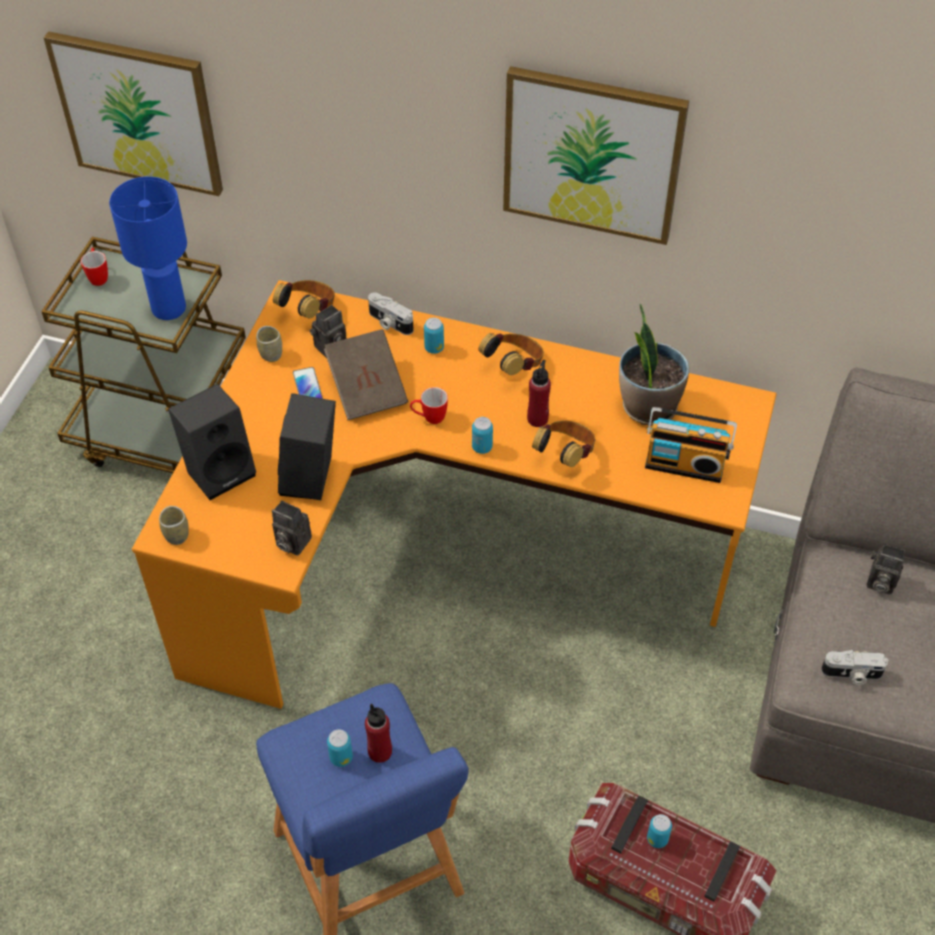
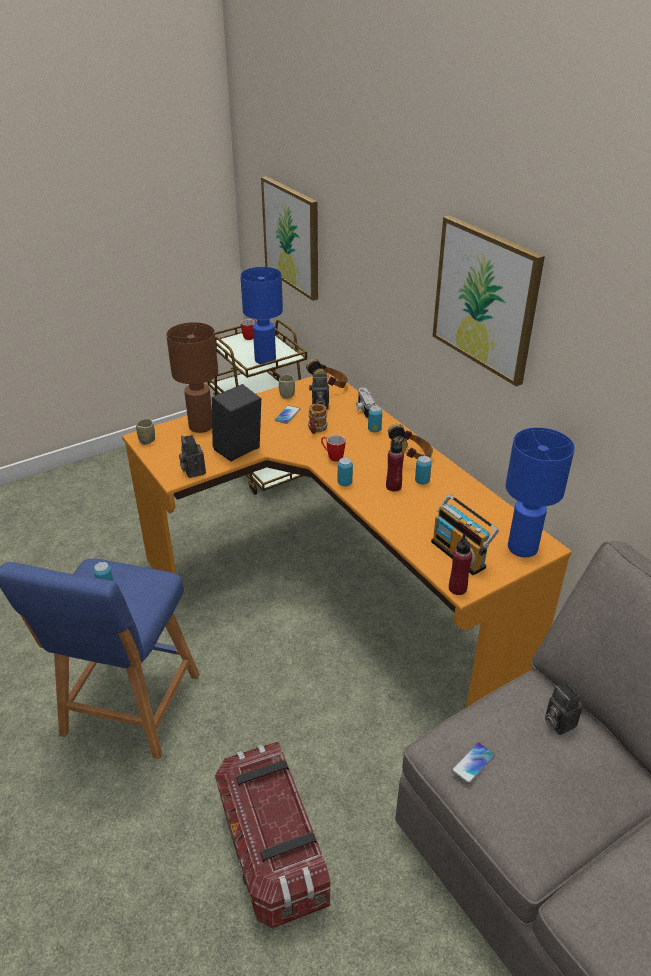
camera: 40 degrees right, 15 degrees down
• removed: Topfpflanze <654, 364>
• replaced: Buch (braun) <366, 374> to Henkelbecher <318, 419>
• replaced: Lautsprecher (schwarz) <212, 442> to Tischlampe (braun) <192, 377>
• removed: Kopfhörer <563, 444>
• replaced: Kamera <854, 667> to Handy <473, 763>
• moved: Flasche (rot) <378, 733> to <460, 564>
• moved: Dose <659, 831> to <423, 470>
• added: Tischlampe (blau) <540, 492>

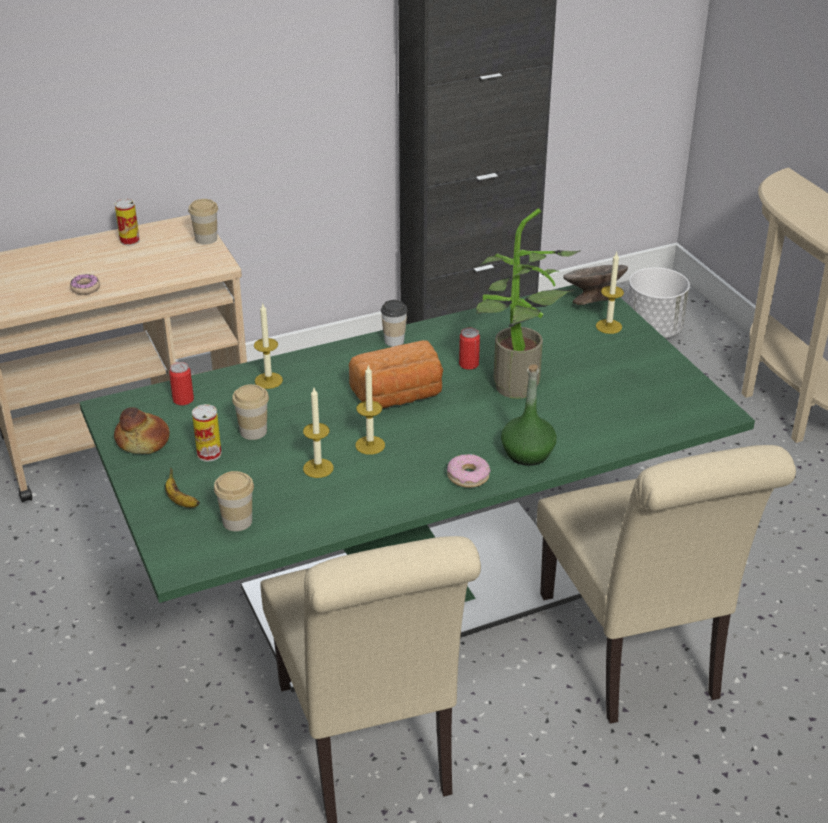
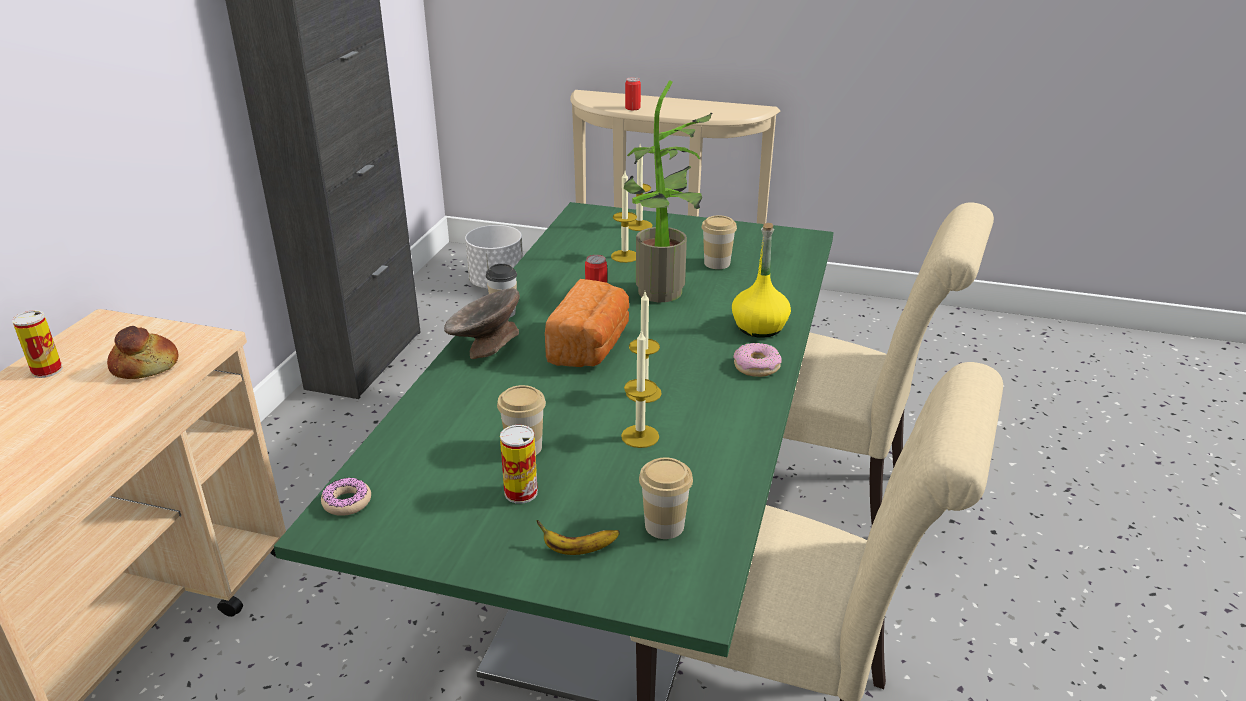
camera: 50 degrees left, 5 degrees down
• moved: Tasse <203, 221> to <719, 242>
• moved: Schüssel (grau) <595, 285> to <482, 323>
• moved: Donut <85, 284> to <346, 496>
• moved: Kerze <268, 346> to <624, 217>
• moved: Dose <181, 383> to <633, 93>
• recoloured: Flasche (grün) <529, 415> to Flasche (gelb) <761, 280>
• moved: Brot <142, 430> to <142, 352>

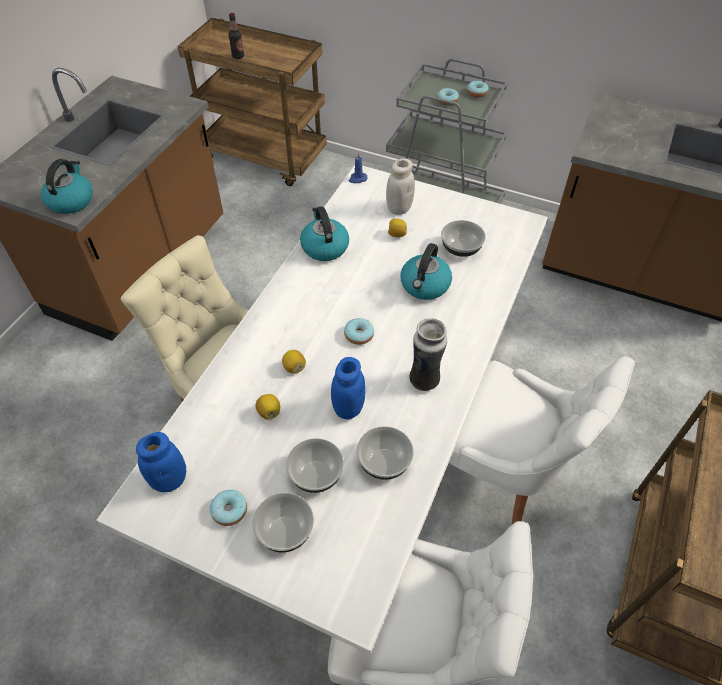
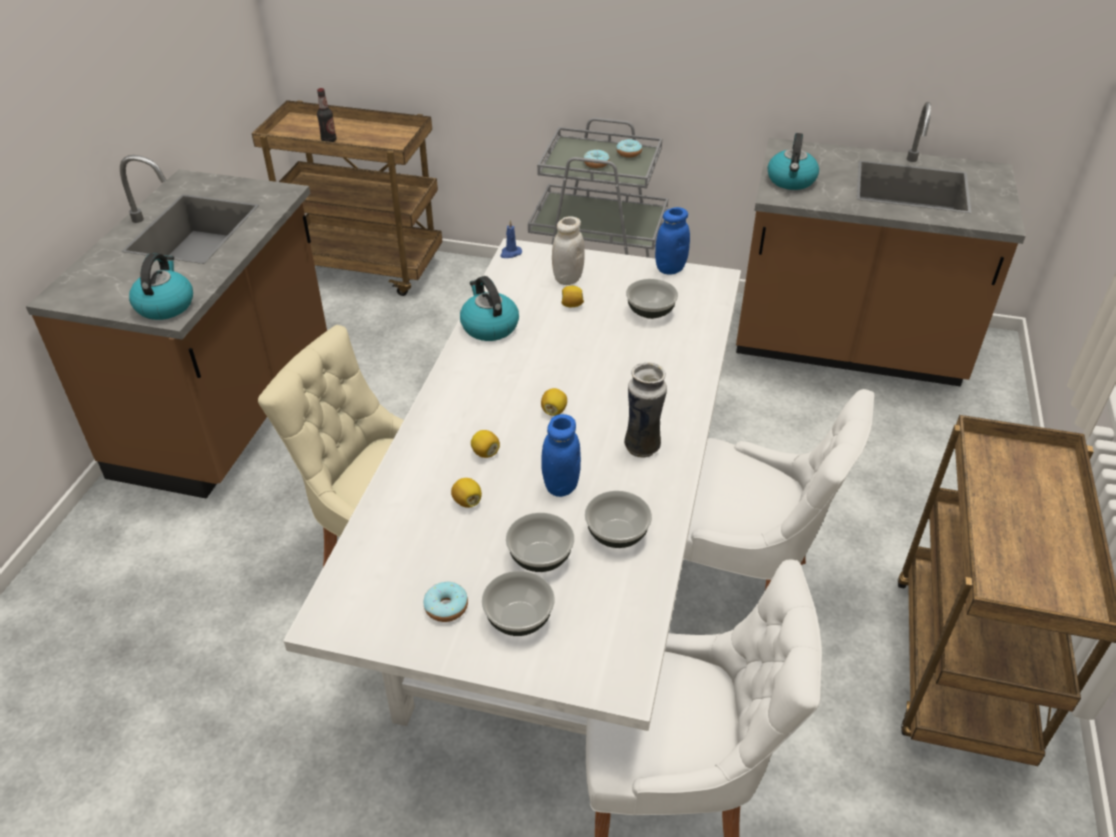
camera: 10 degrees left, 10 degrees down
• moved: Wasserkessel <426, 271> to <793, 161>
• replaced: Donut <359, 331> to Zitrone <554, 402>
• moved: Vorratsglas (blau) <161, 462> to <672, 241>

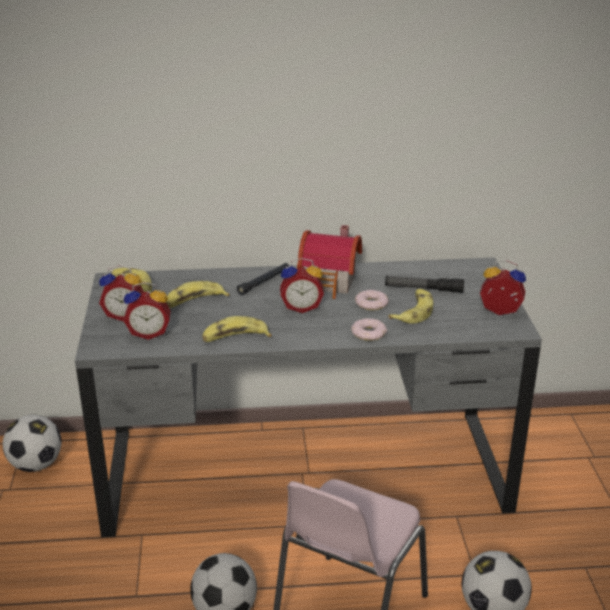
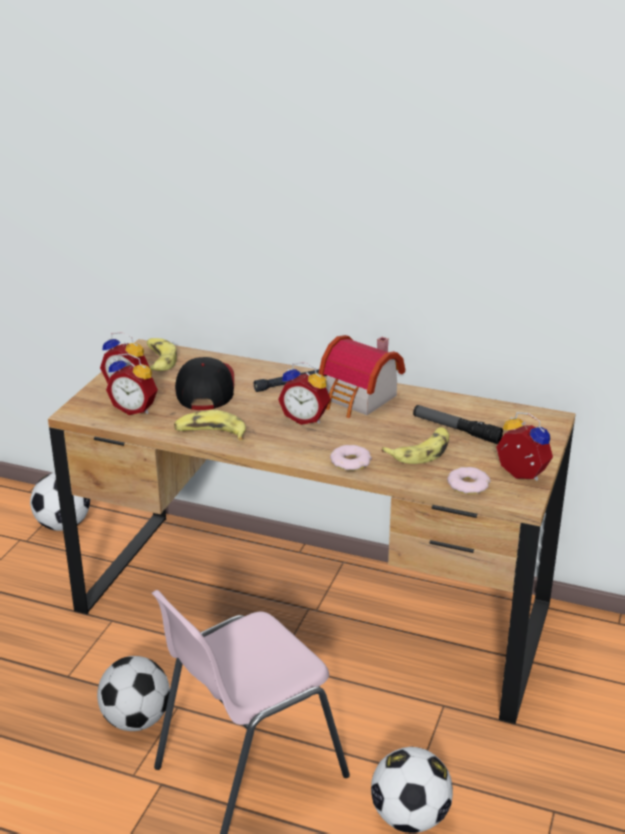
camera: 25 degrees right, 0 degrees up
• recoloured: Schreibtisch (grau) <308, 397> to Schreibtisch (braun) <312, 531>
• replaced: Banane <198, 294> to Kappe <204, 383>
• moved: Donut <372, 300> to <469, 480>

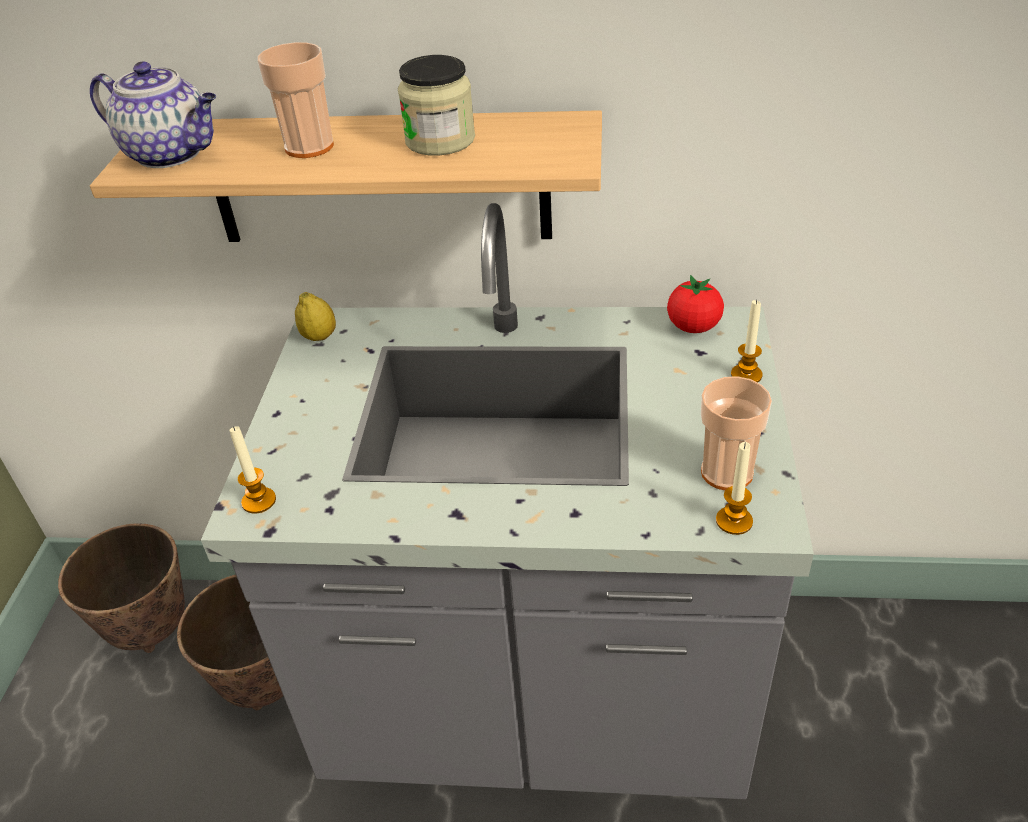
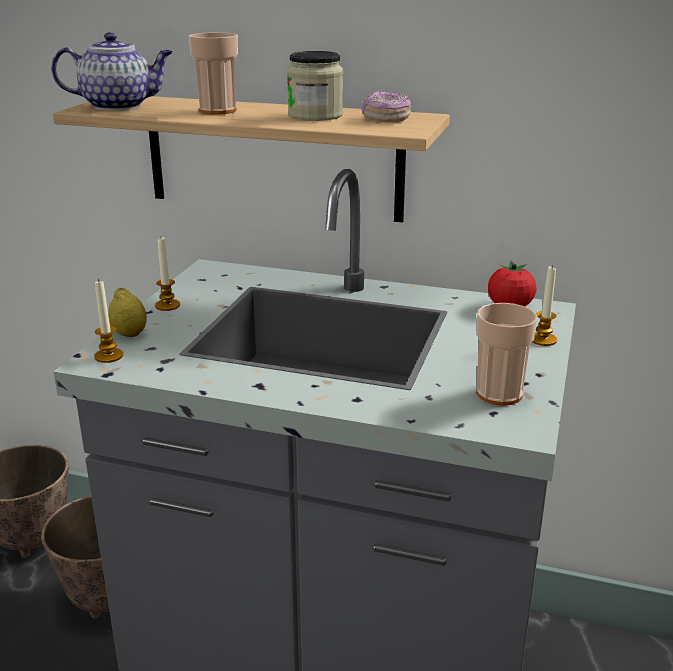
camera: 10 degrees right, 15 degrees down
• turned: Teekanne <153, 115> = <112, 71> 45 degrees counterclockwise
• moved: Zitrone <315, 316> to <128, 312>
• moved: Kerze <734, 488> to <167, 274>
• added: Donut <386, 106>

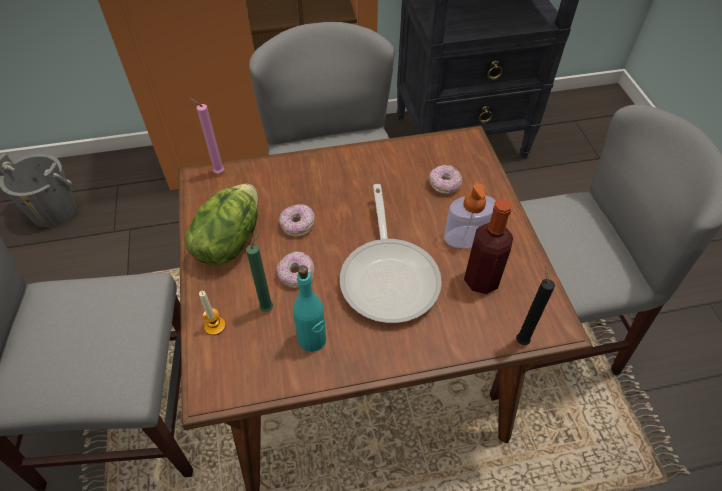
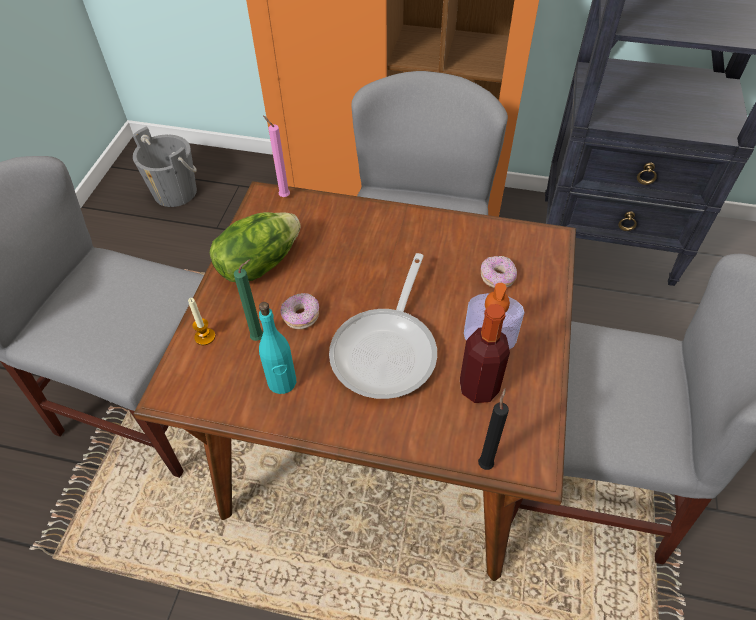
camera: 25 degrees right, 0 degrees up
• removed: Donut <297, 220>

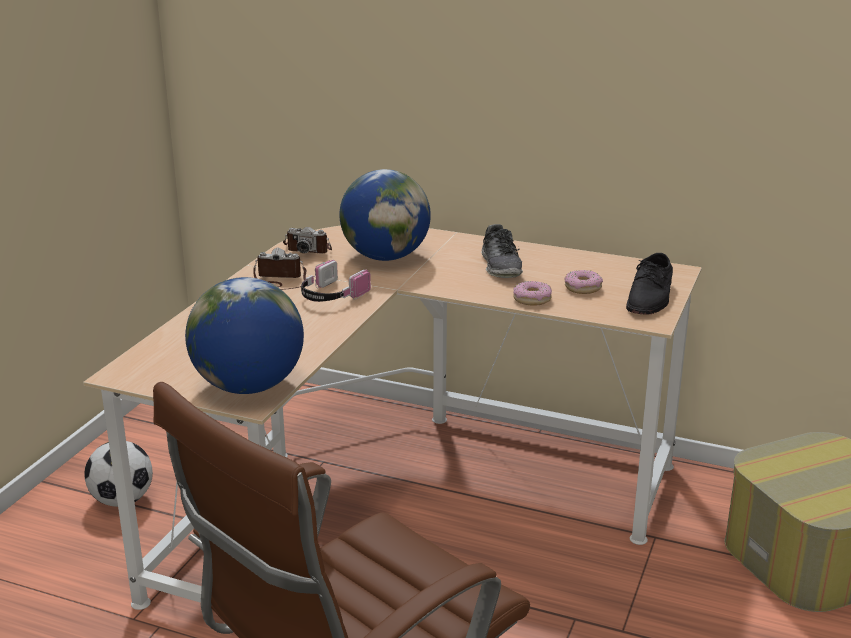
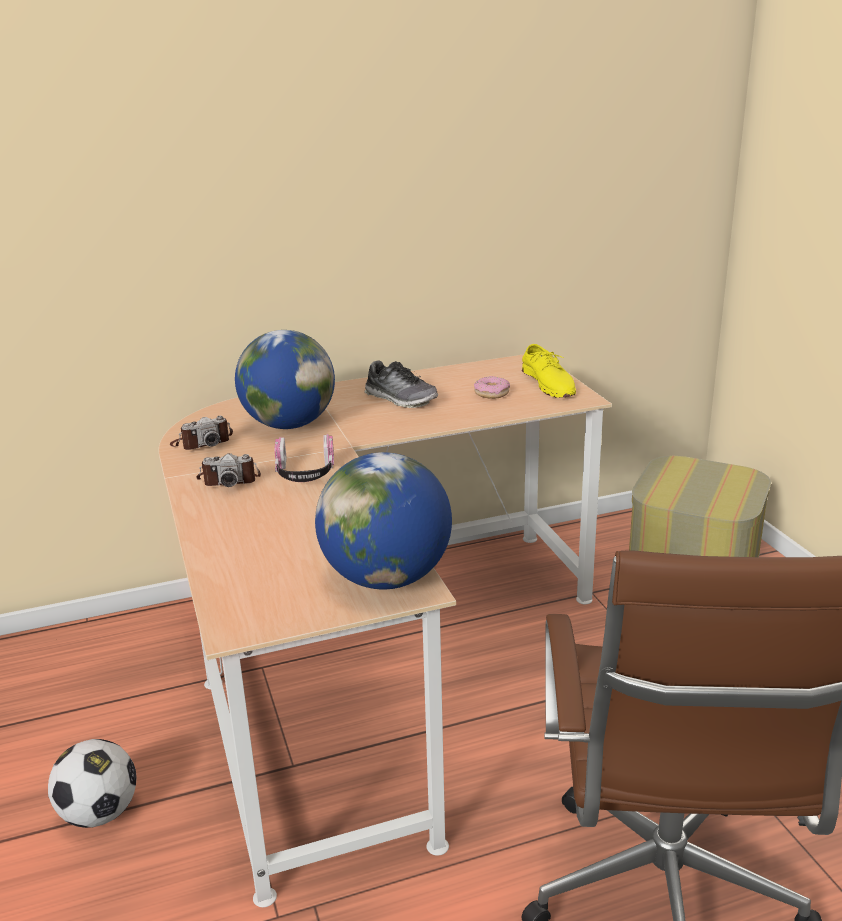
camera: 40 degrees left, 0 degrees up
• turned: Kamera <279, 268> = <228, 470> 150 degrees counterclockwise
• recoloured: Schuh (schwarz) <649, 284> to Schuh (gelb) <549, 371>
• removed: Donut <532, 293>

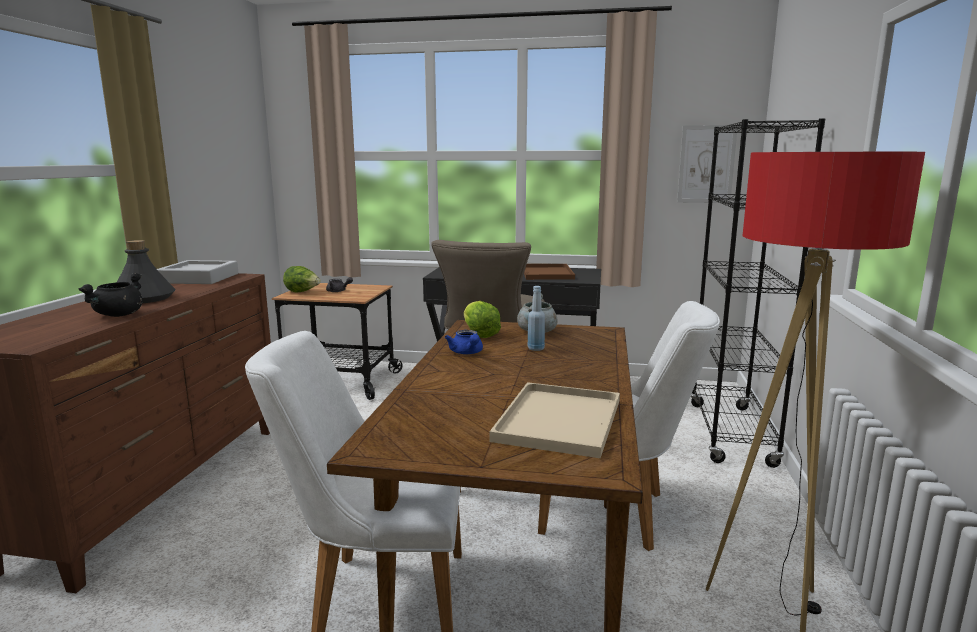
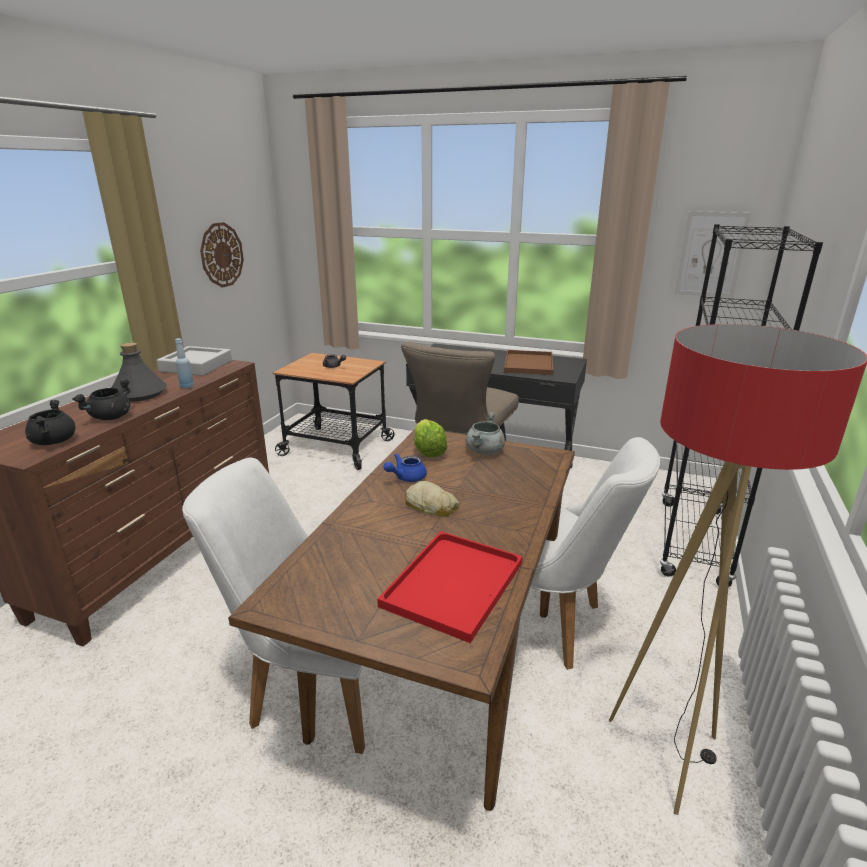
camera: 10 degrees right, 10 degrees up
• removed: Salatkopf <302, 279>
• moved: Flasche (blau) <536, 318> to <184, 363>
• turned: Teekanne (blau) <464, 342> = <405, 467> 60 degrees clockwise
• recoloured: Tablett (beige) <555, 420> to Tablett (rot) <450, 587>
• added: Wanduhr <222, 255>
• added: Kochtopf (schwarz) <50, 422>
• added: Brot <432, 498>

